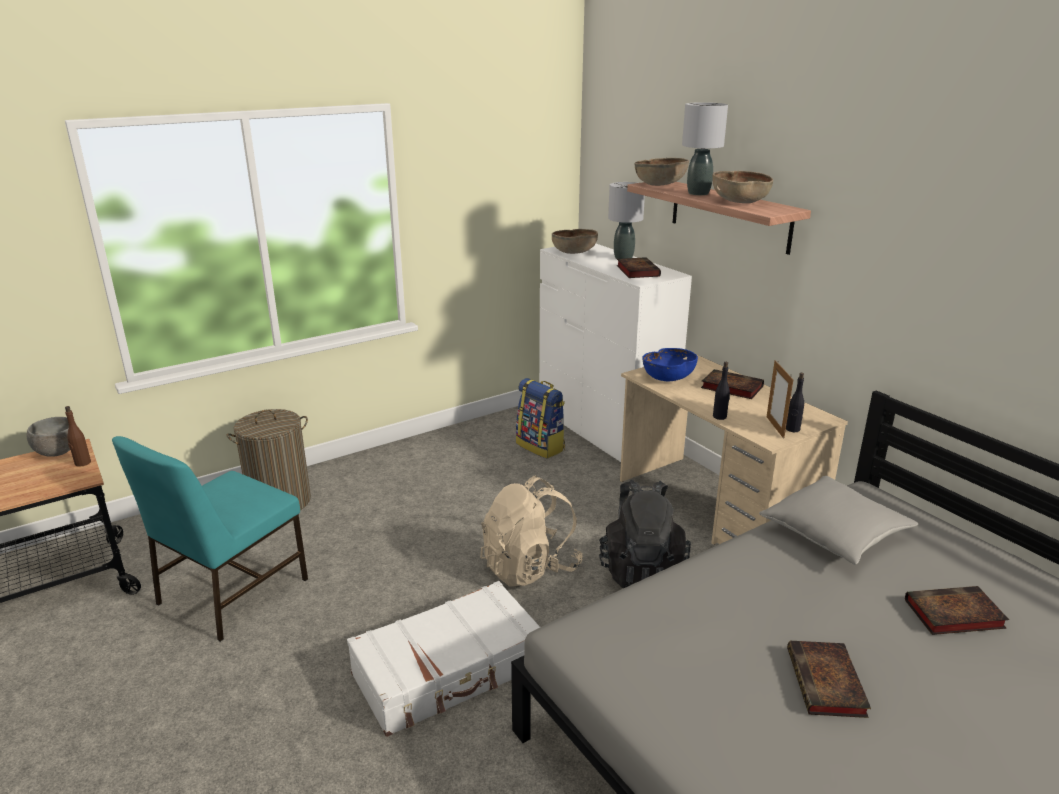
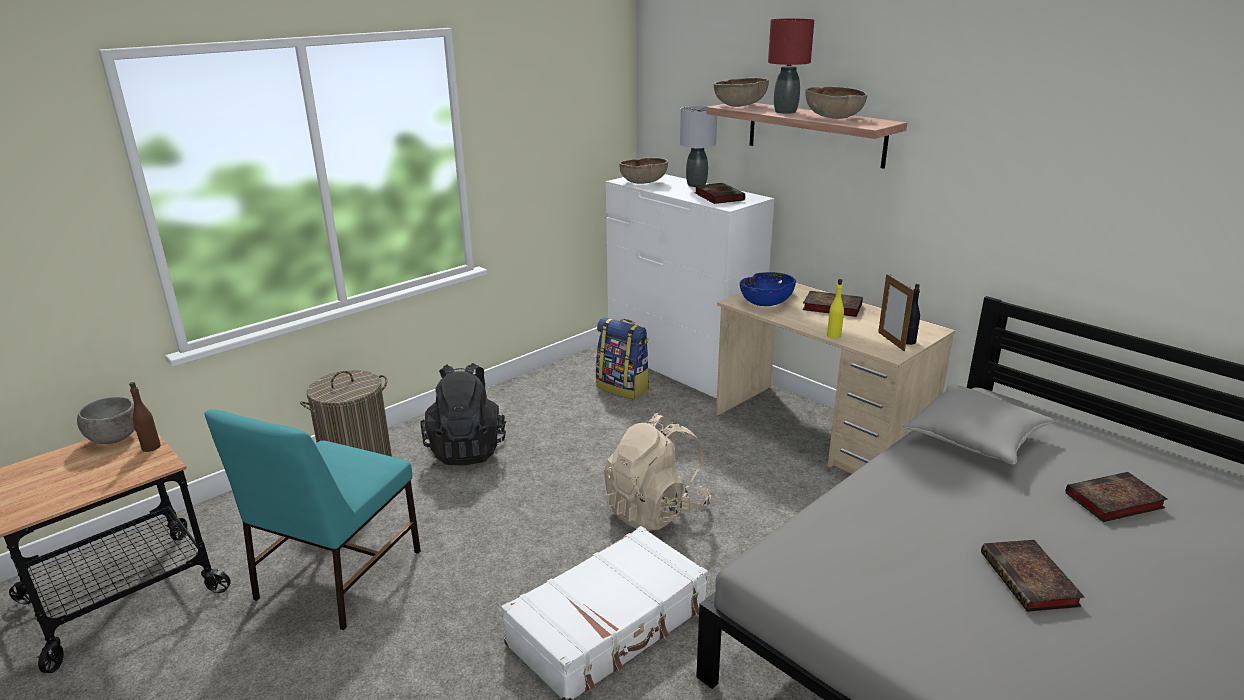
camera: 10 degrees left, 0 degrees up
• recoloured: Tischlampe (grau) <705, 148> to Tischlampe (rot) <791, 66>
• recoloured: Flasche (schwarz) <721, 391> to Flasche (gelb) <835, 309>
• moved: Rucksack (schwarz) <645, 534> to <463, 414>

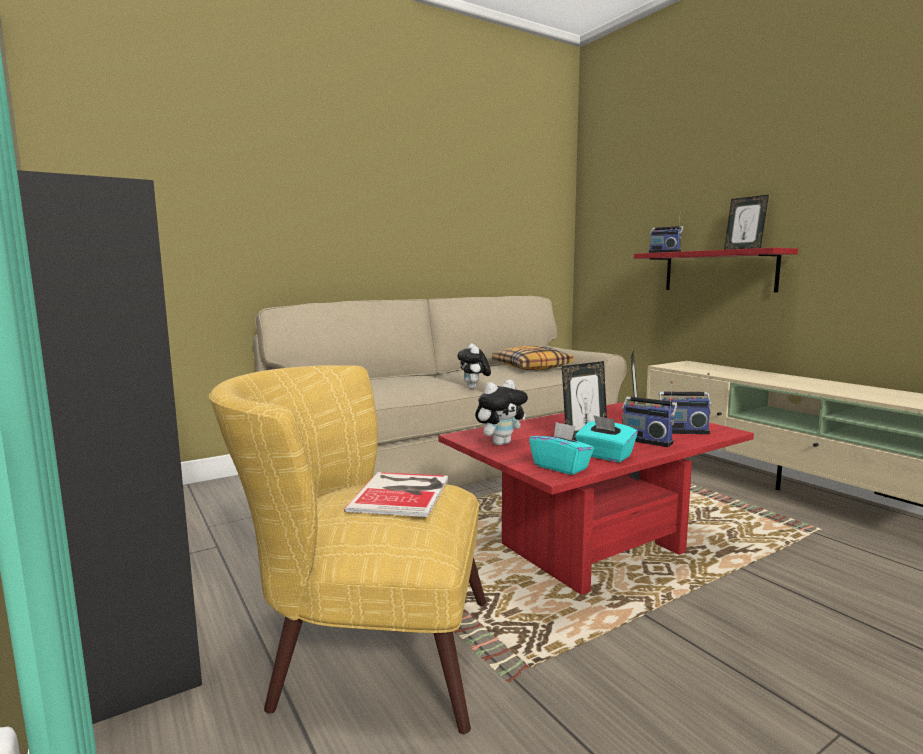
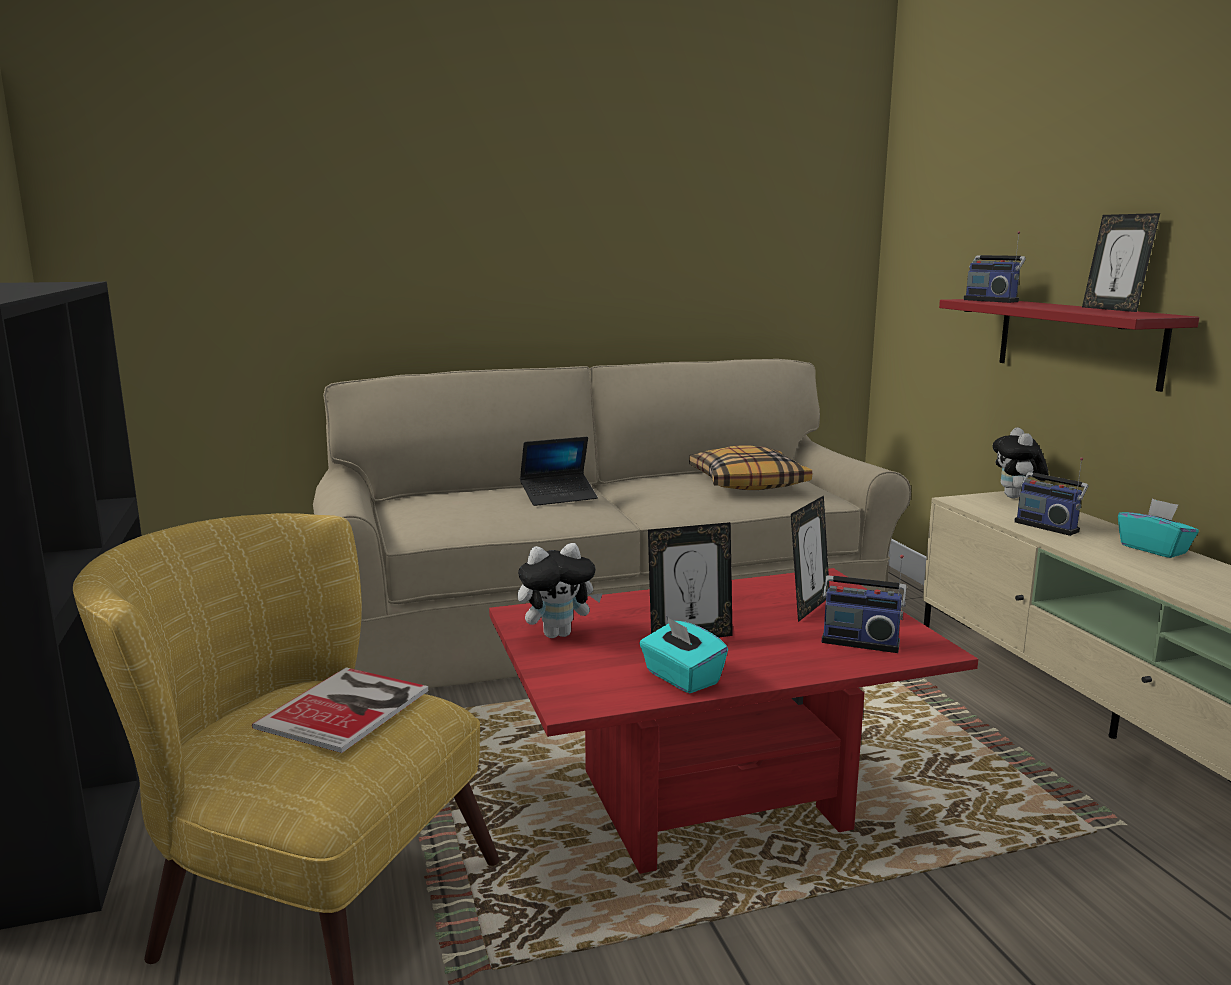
camera: 15 degrees right, 5 degrees up
• moved: Plüschtier <474, 366> to <1021, 462>
• moved: Radio <649, 414> to <1051, 496>
• moved: Taschentuchbox (türkis) <561, 448> to <1158, 528>
• added: Laptop <559, 471>

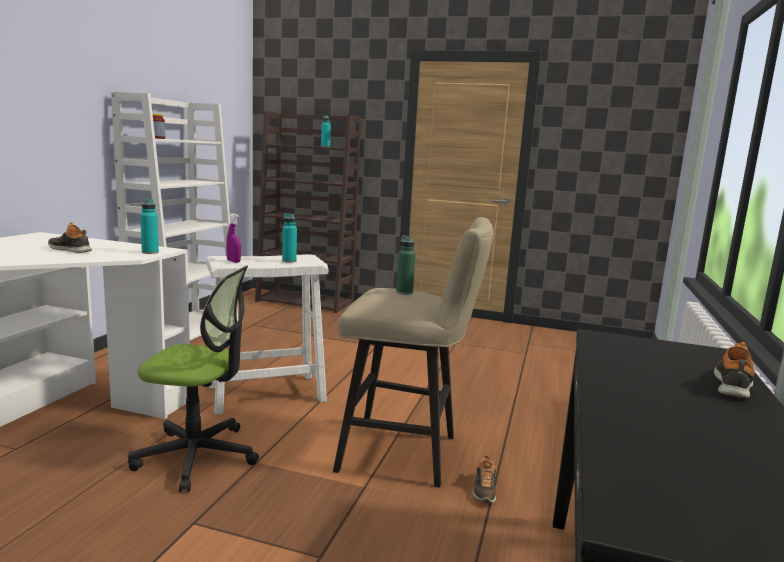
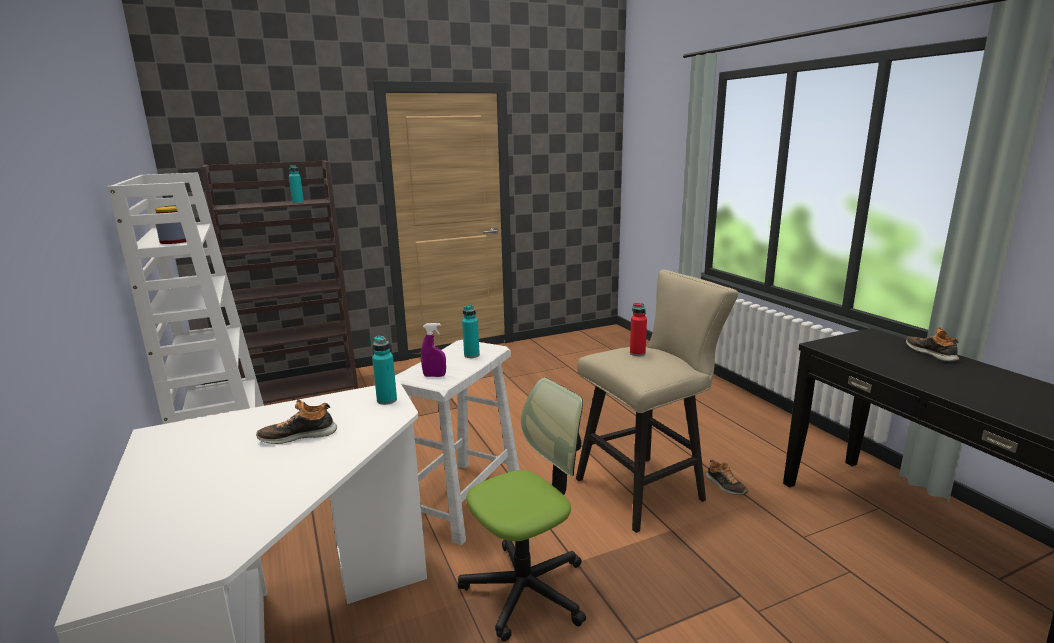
camera: 40 degrees left, 5 degrees up
• recoloured: Flasche (grün) <406, 265> to Flasche (rot) <638, 329>

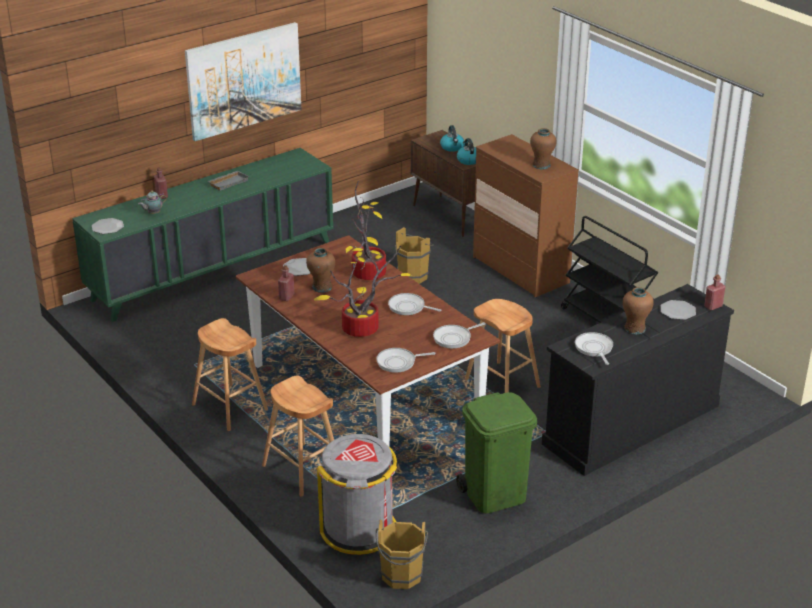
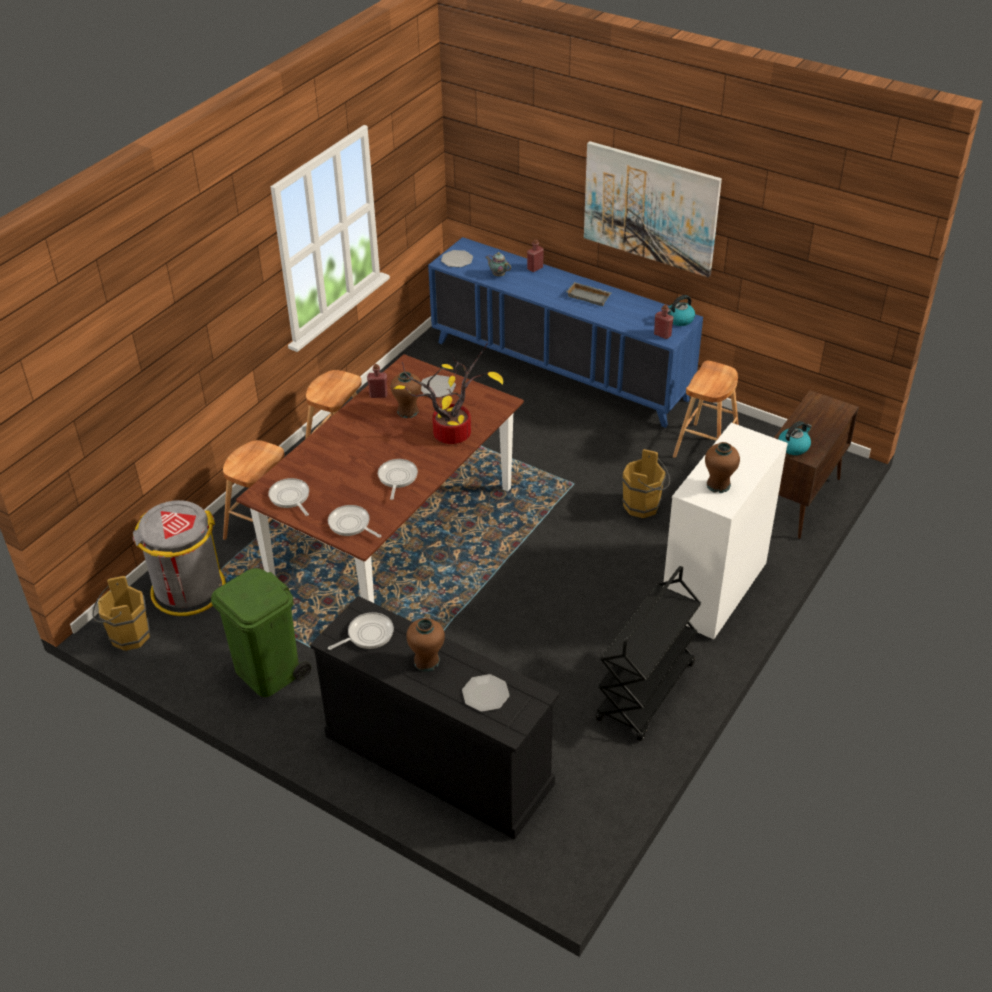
camera: 70 degrees right, 10 degrees up
• moved: Wasserkessel <452, 138> to <681, 310>
• recoloured: Kommode (braun) <526, 216> to Kommode (weiß) <725, 531>
• recoloured: Schrank (grün) <203, 235> to Schrank (blau) <565, 332>
• removed: Topfpflanze <363, 291>
• moved: Flasche (rot) <714, 292> to <664, 322>
• moved: Hocker (braun) <503, 346> to <706, 409>

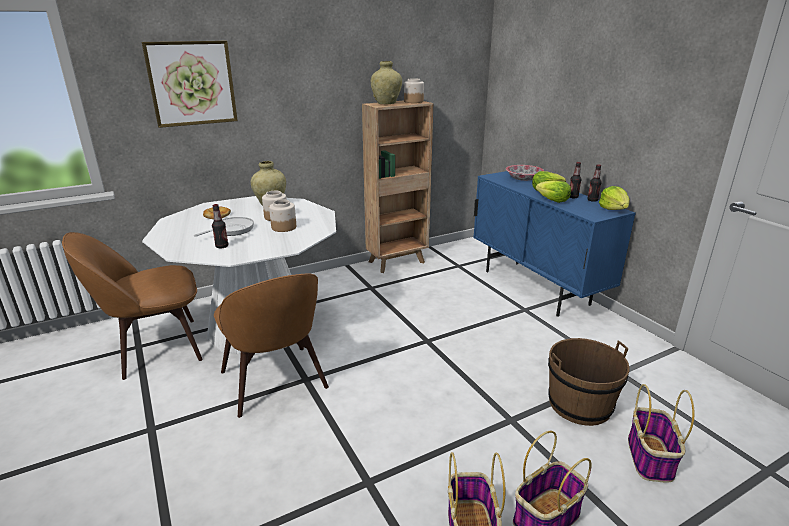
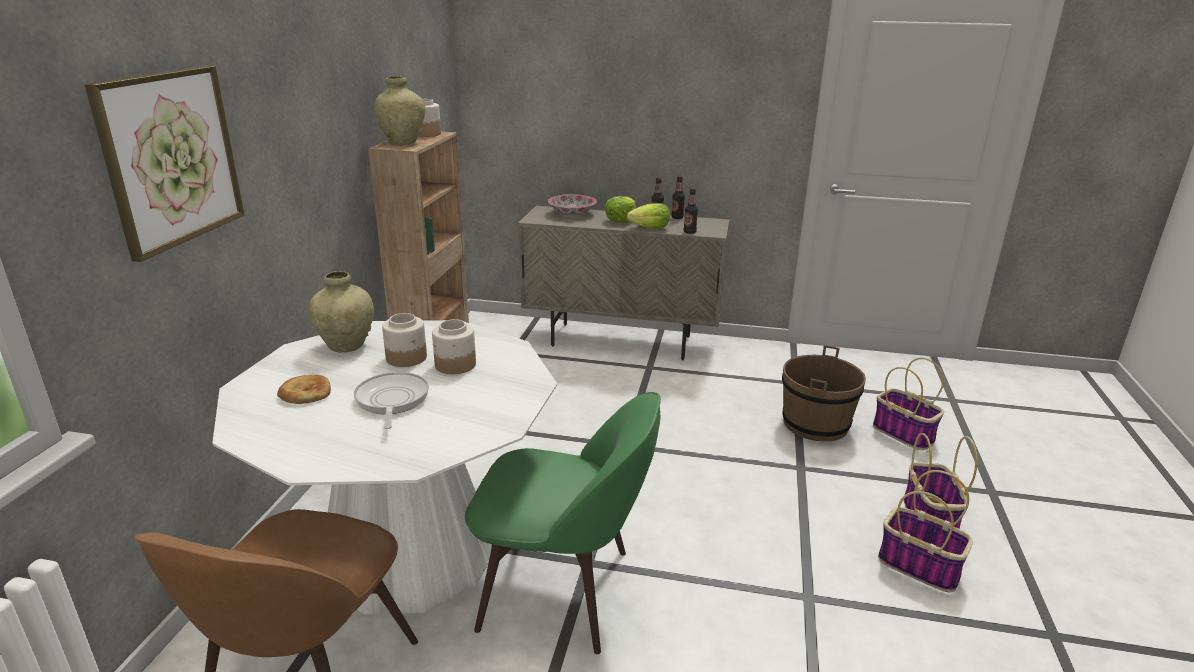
camera: 50 degrees left, 0 degrees up
• recoloured: Schrank (blau) <554, 244> to Schrank (beige) <624, 283>
• removed: Salatkopf <614, 198>
• moved: Flasche <220, 226> to <691, 211>
• recoloured: Stuhl (braun) <271, 345> to Stuhl (grün) <563, 523>

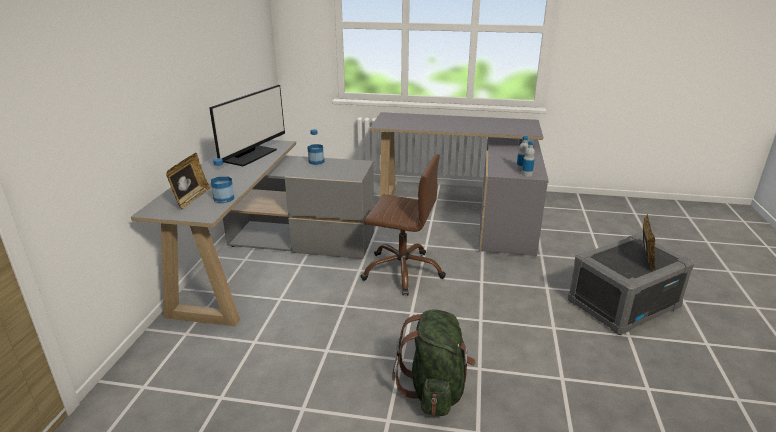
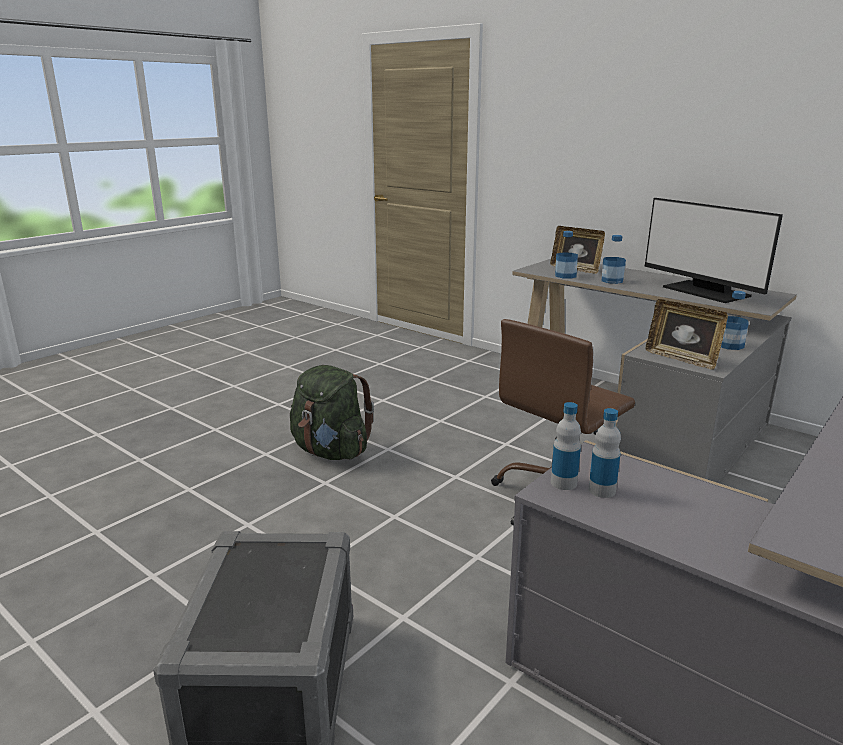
camera: 120 degrees right, 5 degrees down
• moved: Bilderrahmen <649, 242> to <687, 334>
• added: Flasche <614, 259>

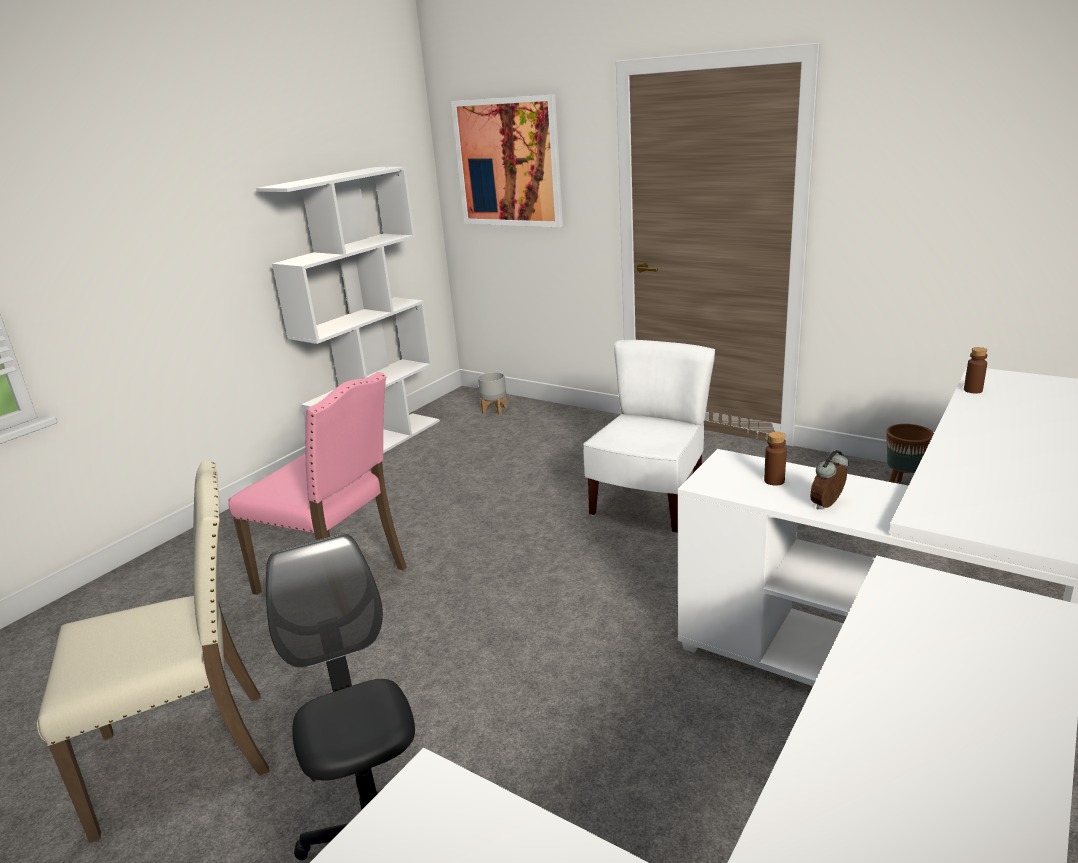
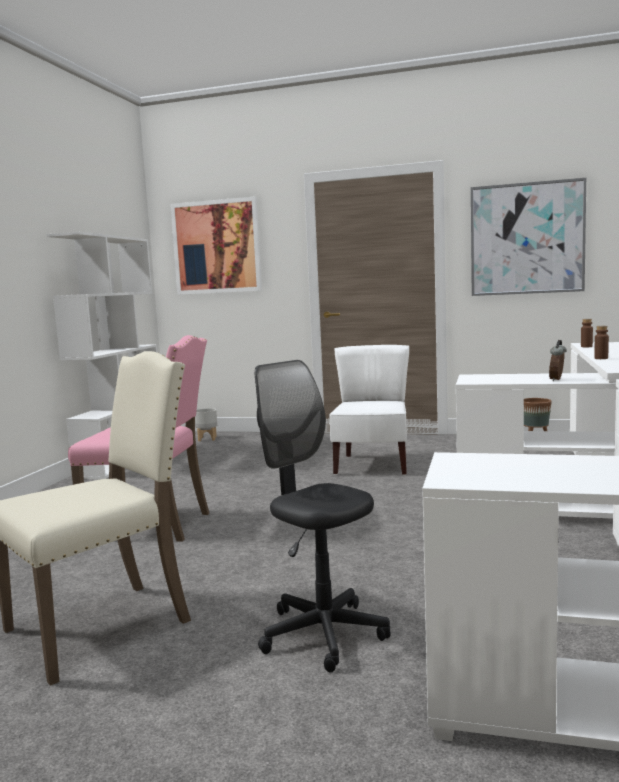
camera: 20 degrees left, 15 degrees down
• moved: Flasche (braun) <775, 459> to <601, 342>
• added: Bild <528, 237>

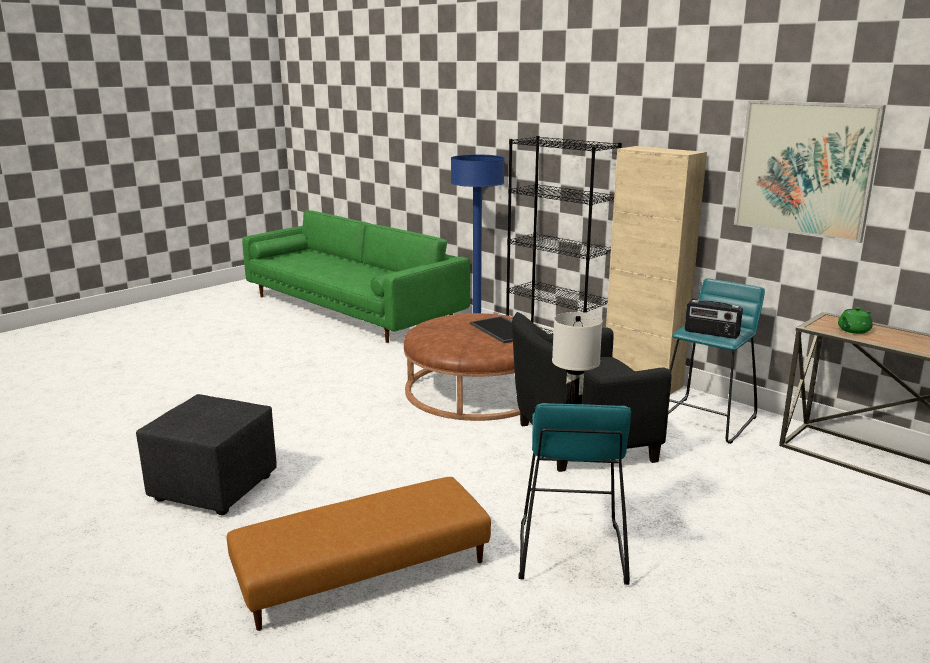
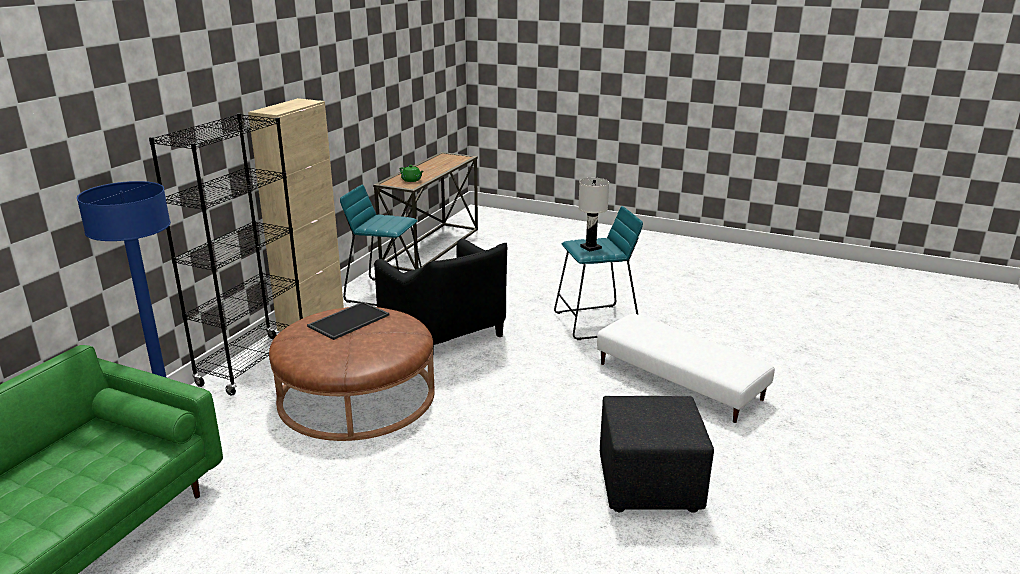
camera: 110 degrees left, 5 degrees up
• removed: Bild <810, 171>
• removed: Radio <714, 319>
• recoloured: Polsterhocker (braun) <358, 554> to Polsterhocker (weiß) <686, 368>

